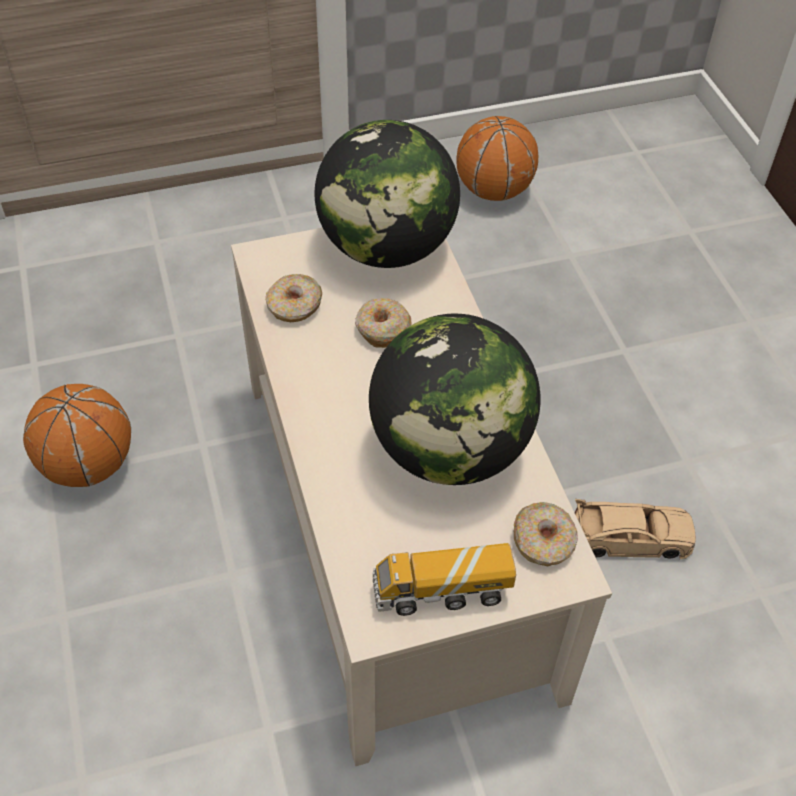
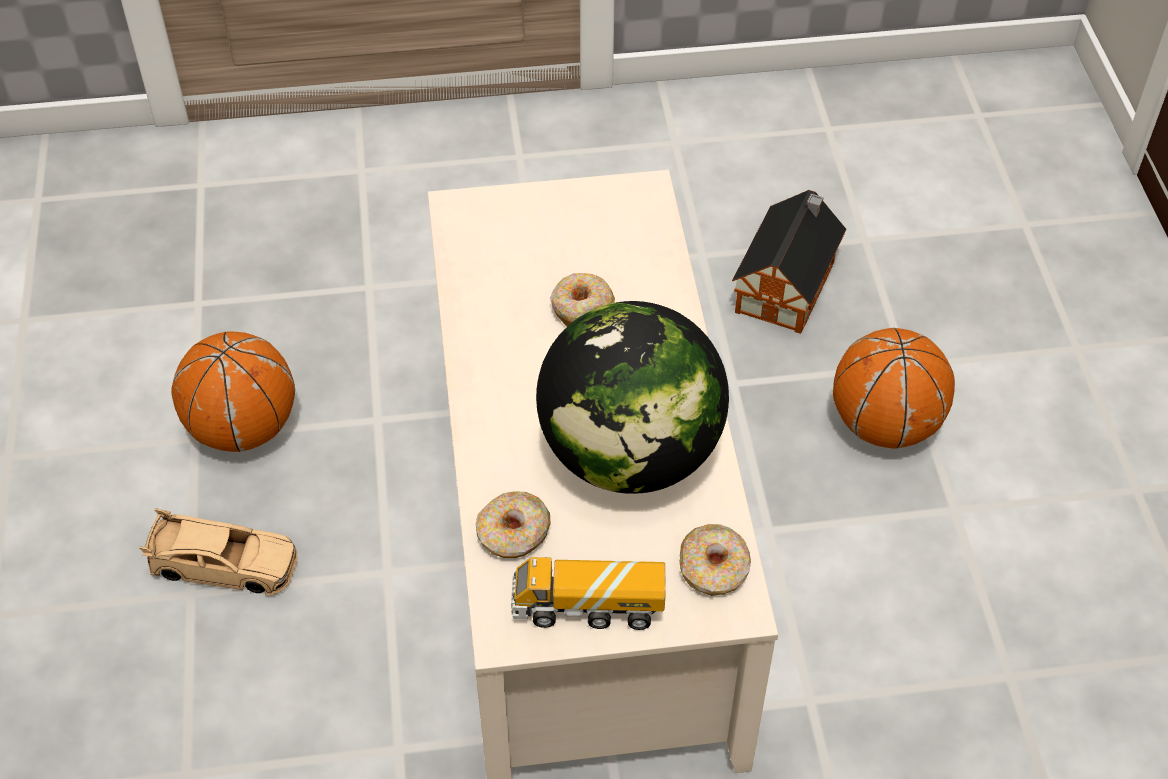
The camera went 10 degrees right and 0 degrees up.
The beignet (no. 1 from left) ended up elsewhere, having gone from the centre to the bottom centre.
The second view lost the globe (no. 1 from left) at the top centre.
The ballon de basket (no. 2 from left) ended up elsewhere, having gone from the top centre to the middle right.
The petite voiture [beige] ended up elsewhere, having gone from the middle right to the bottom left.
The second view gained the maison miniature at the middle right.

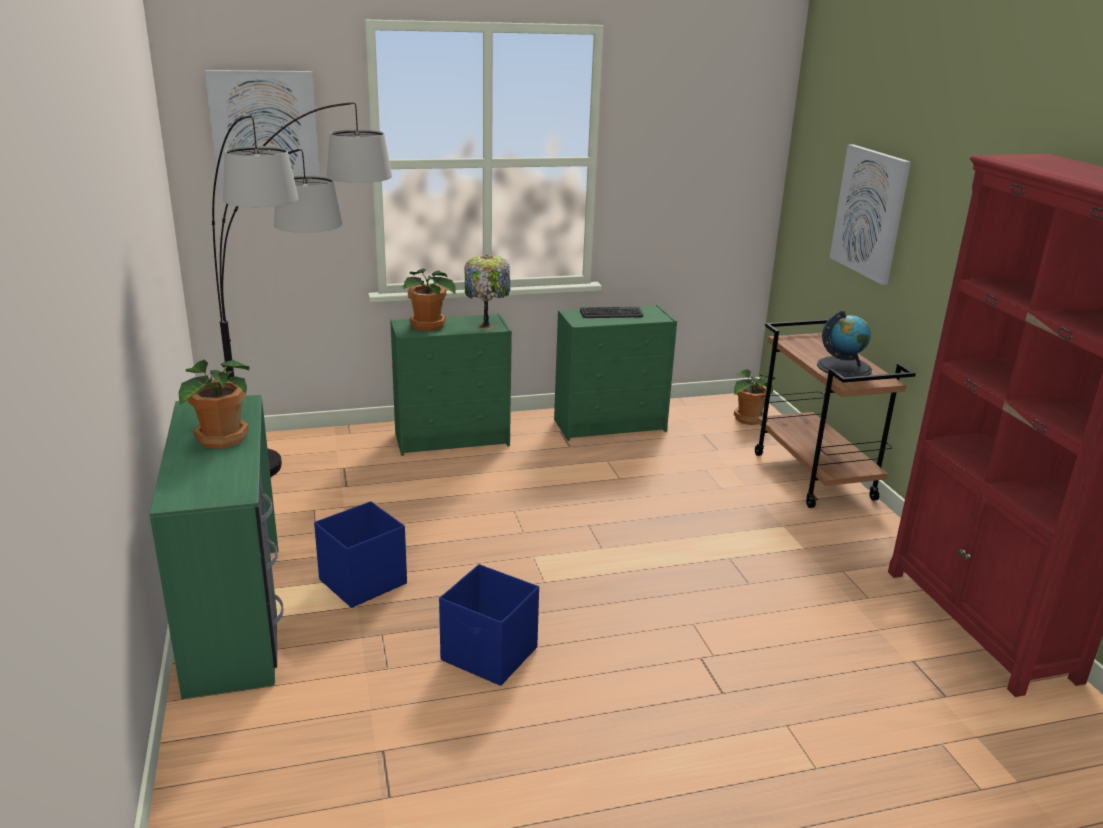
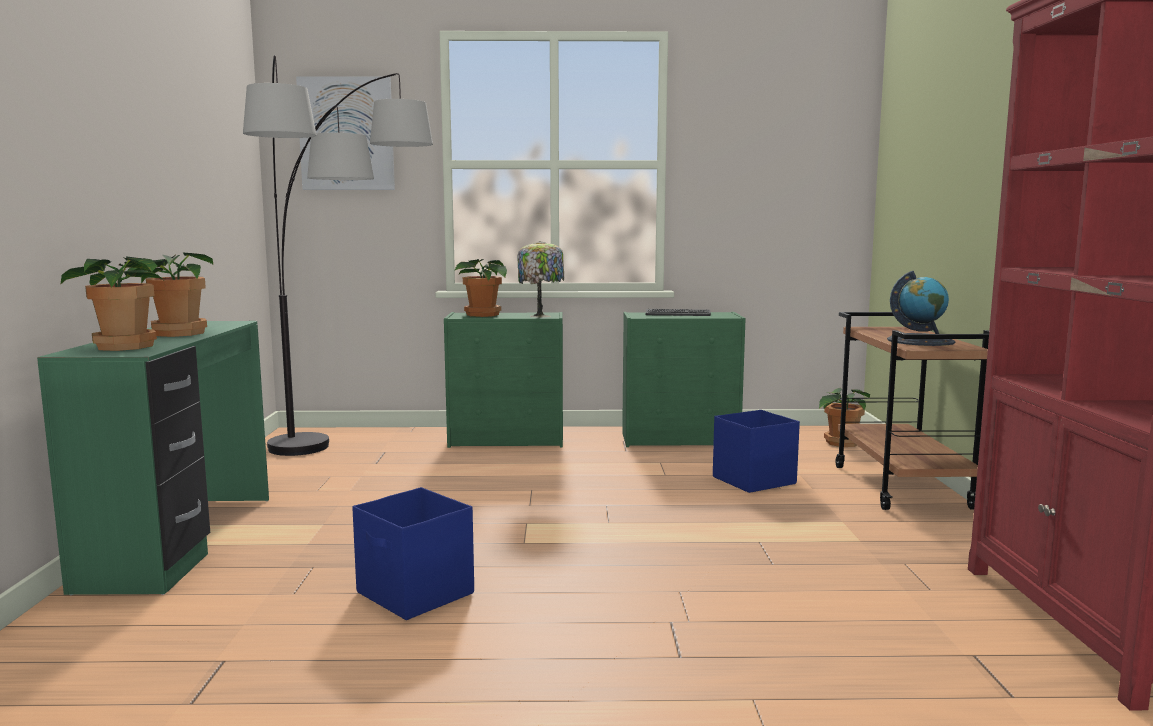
The camera went 15 degrees right and 15 degrees down.
The boîte de rangement [bleu] (no. 1 from left in the first image) ended up elsewhere, having gone from the bottom left to the centre.
The second view lost the tableau (no. 2 from left) at the top right.
The second view gained the plante en pot (no. 1 from left) at the middle left.

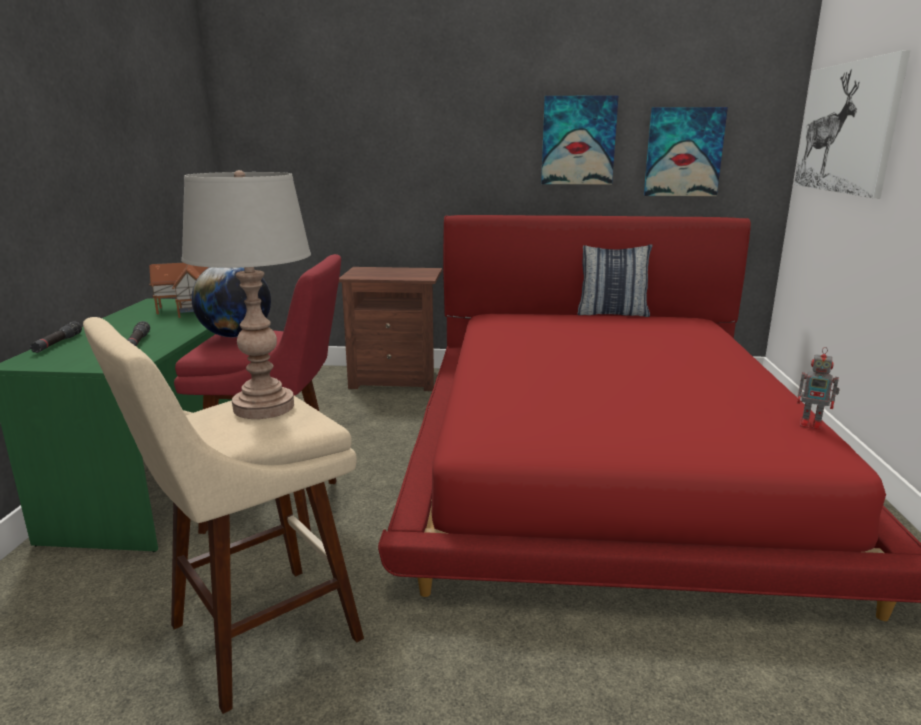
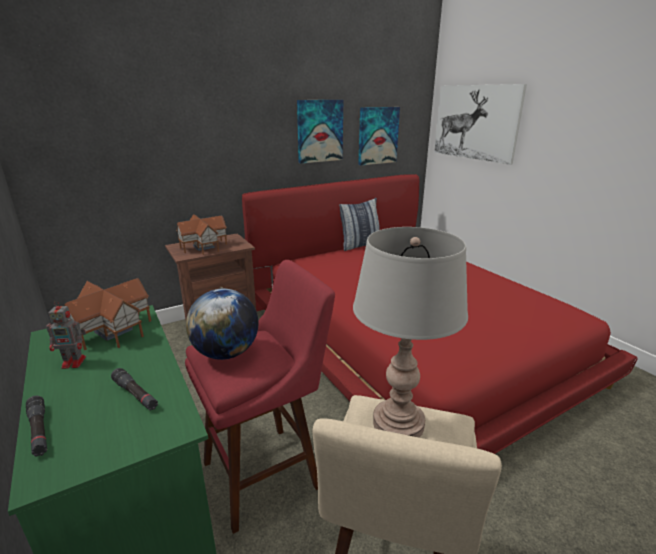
The camera went 35 degrees left and 5 degrees up.
The robot jouet ended up elsewhere, having gone from the middle right to the middle left.
The second view gained the maison miniature (no. 2 from left) at the middle left.

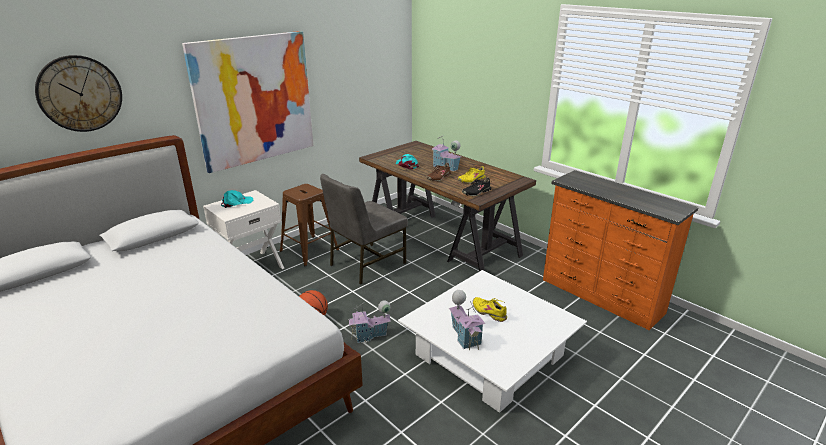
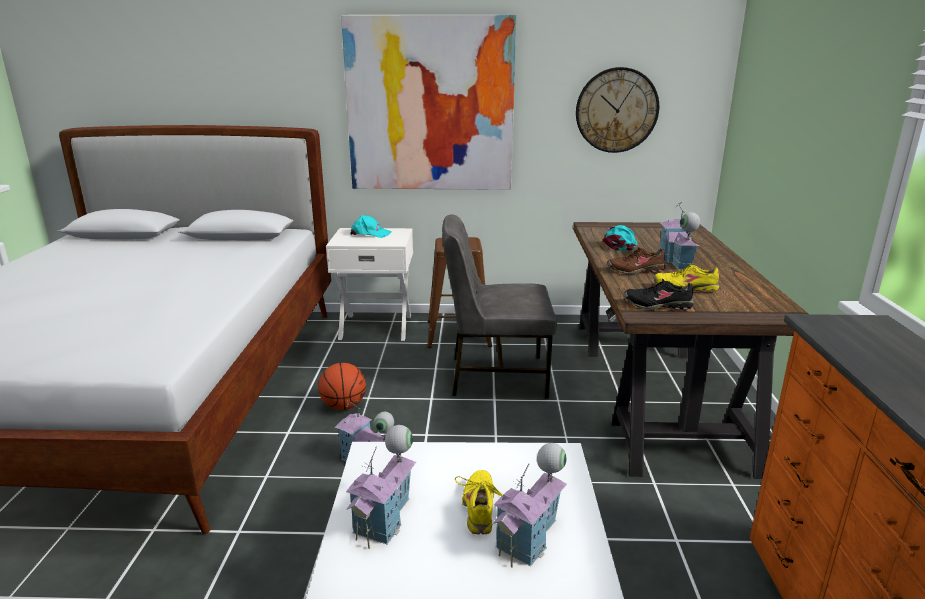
The camera went 45 degrees right and 5 degrees down.
The horloge murale ended up elsewhere, having gone from the top left to the top right.
The second view gained the maison miniature (no. 3 from left) at the bottom centre.

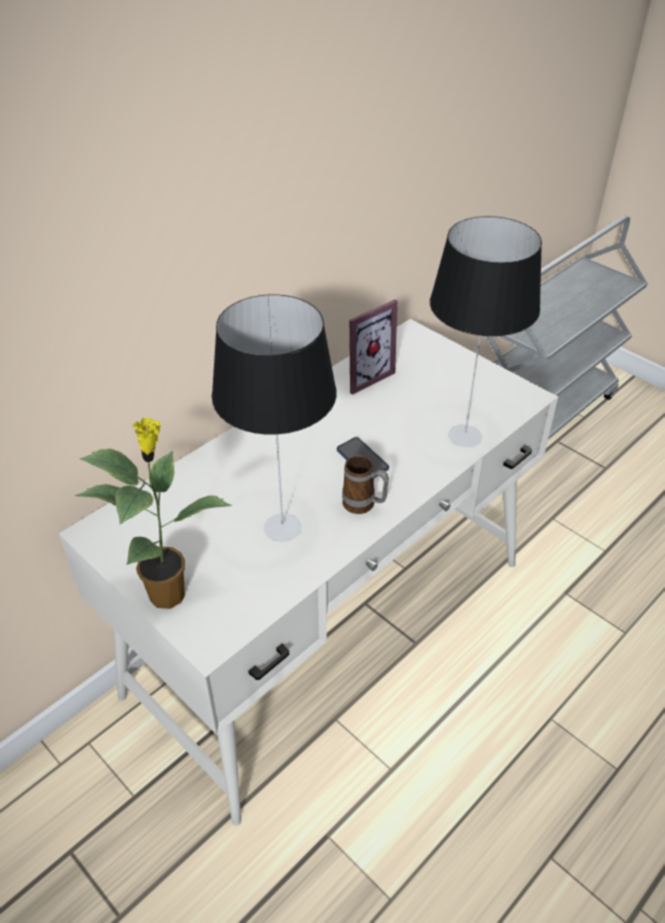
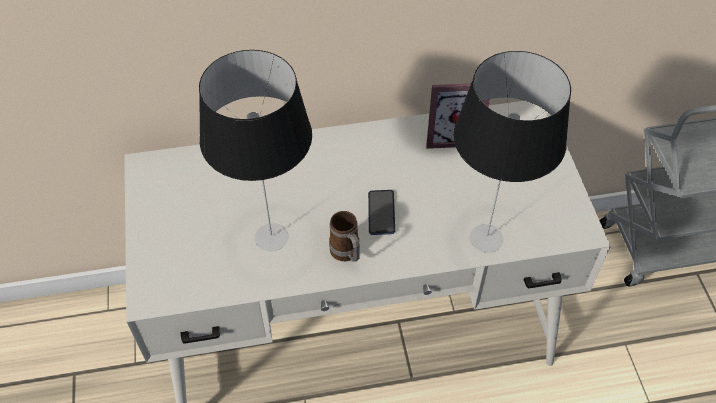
The camera went 35 degrees right and 10 degrees up.
The second view lost the plante en pot at the middle left.

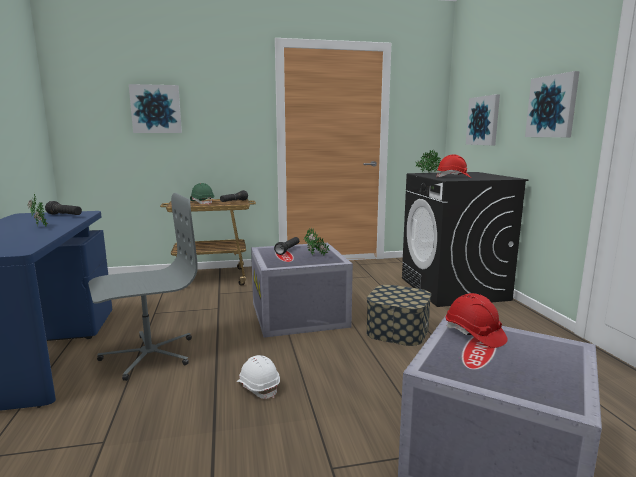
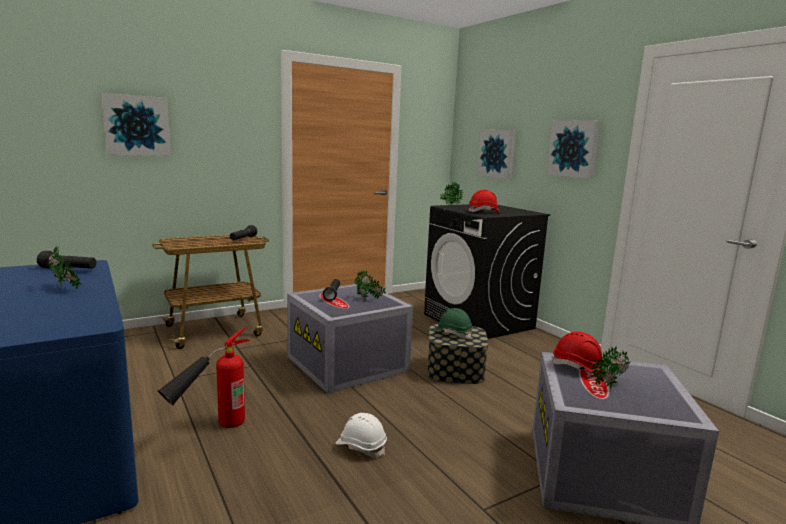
The camera went 20 degrees left and 0 degrees up.
Where the chaise de bureau [gris] stood at the middle left, the extincteur came to stand at the bottom left.
The casque de chantier [vert] ended up elsewhere, having gone from the middle left to the centre.
The second view gained the plante en pot (no. 4 from left) at the bottom right.

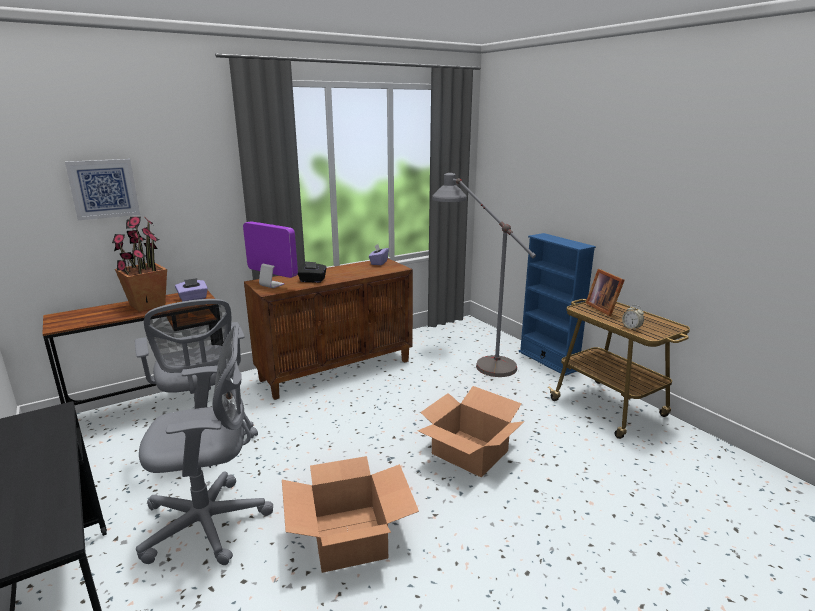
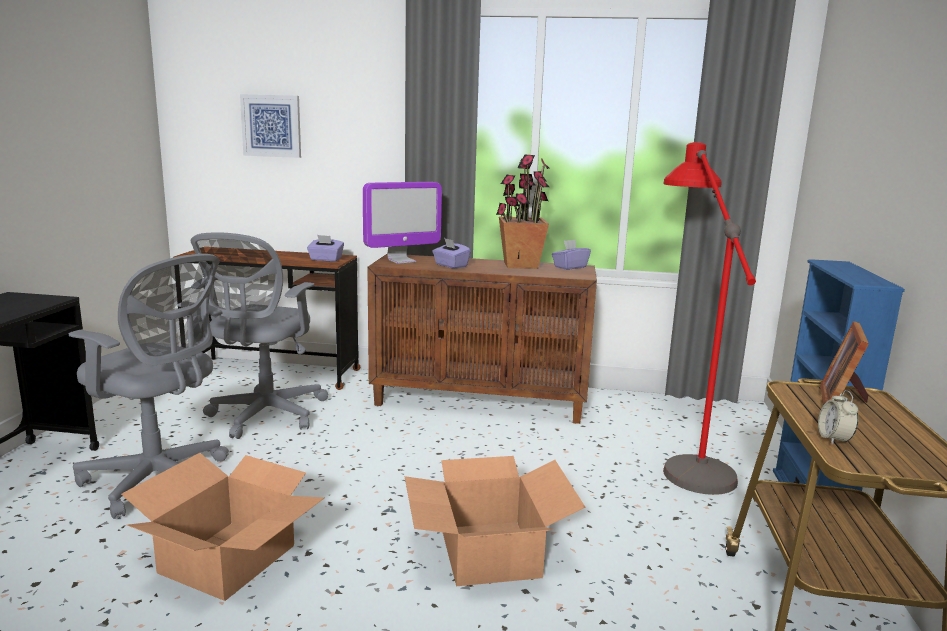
The camera went 40 degrees right and 5 degrees down.
The plante en pot ended up elsewhere, having gone from the middle left to the centre.
The écran d'ordinateur at the middle left ended up facing another way, 75 degrees clockwise from before.
What was the boîte à mouchoirs [noir] at the centre turned into the boîte à mouchoirs [violet] (no. 2 from left) at the centre.
What was the lampadaire [gris] at the centre turned into the lampadaire [rouge] at the middle right.

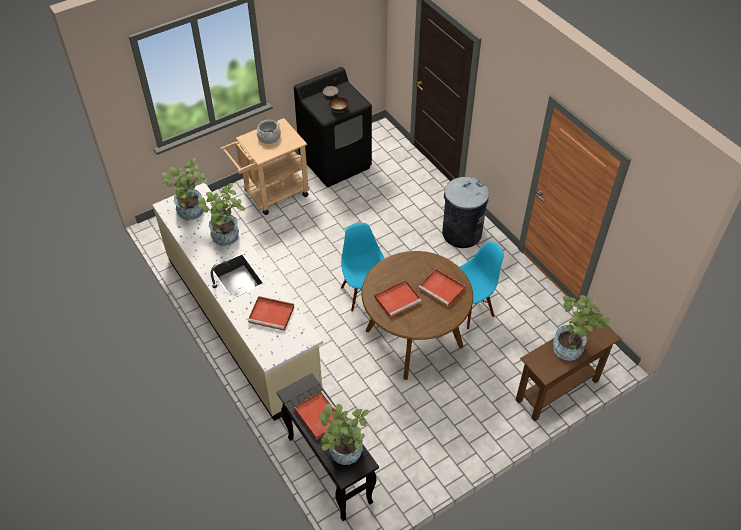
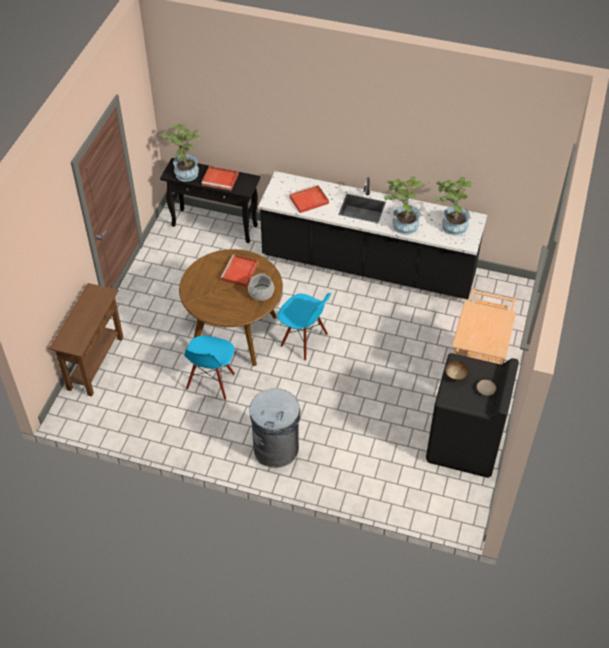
The camera went 140 degrees right and 0 degrees up.
What was the comptoir de cuisine [beige] at the middle left turned into the comptoir de cuisine [noir] at the centre.
The marmite ended up elsewhere, having gone from the top centre to the centre.
The second view lost the plateau [rouge] (no. 4 from left) at the centre.
The second view lost the plante en pot (no. 4 from left) at the middle right.

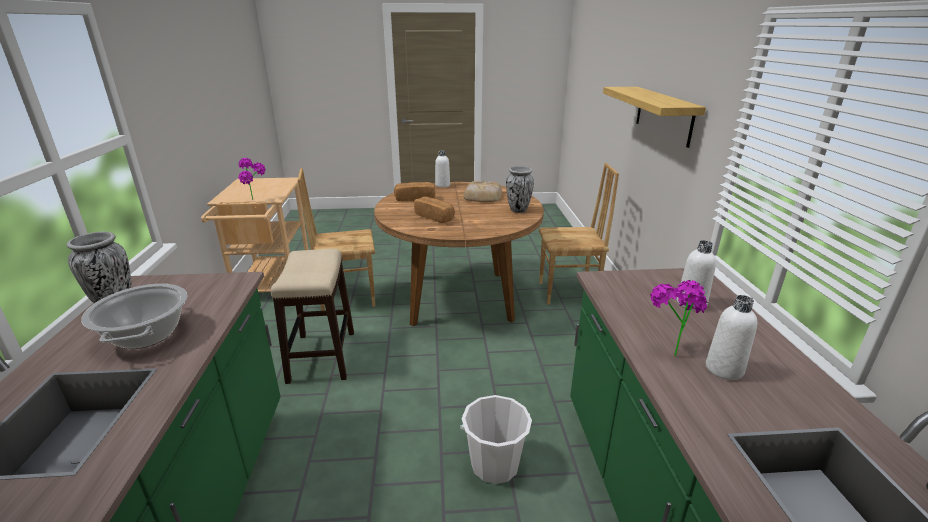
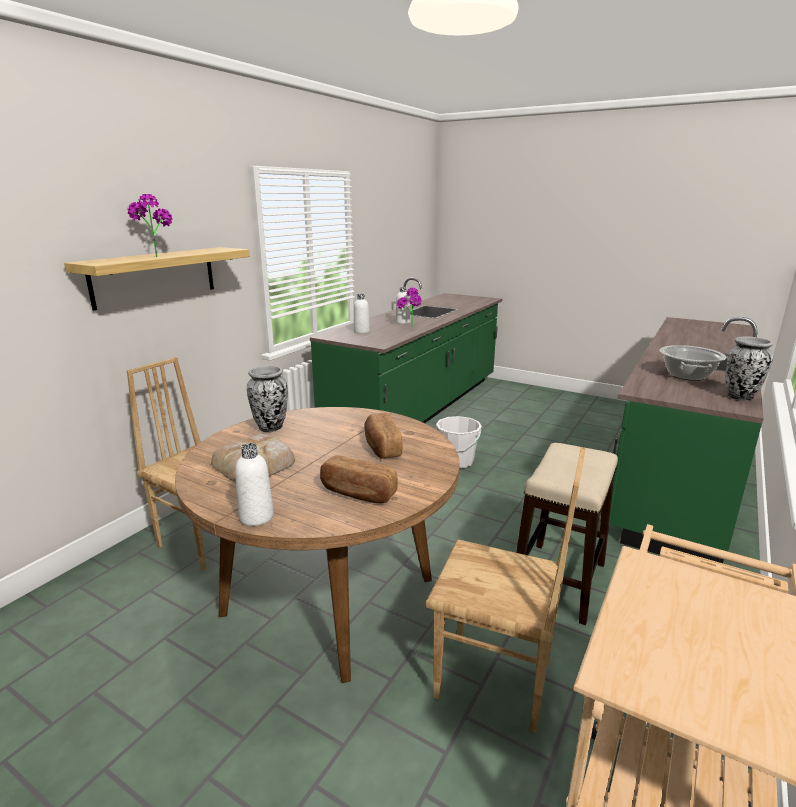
The camera went 145 degrees left and 5 degrees down.
The plante en pot (no. 1 from left) ended up elsewhere, having gone from the middle left to the top left.

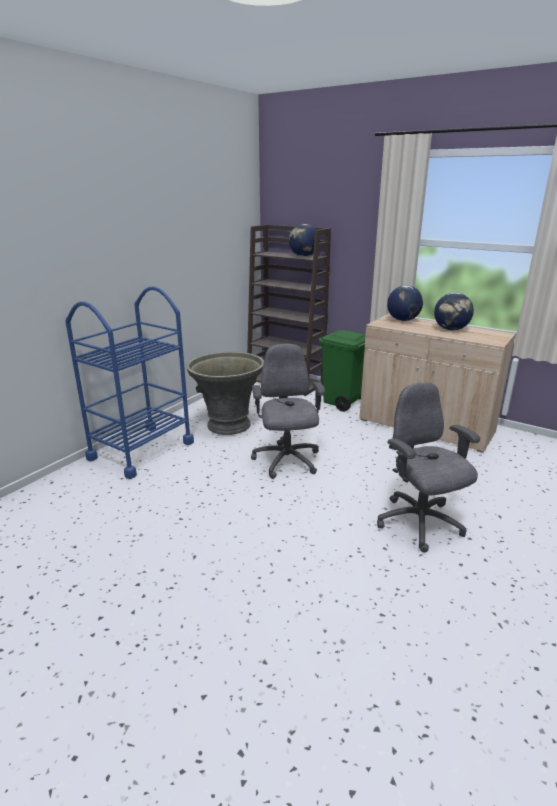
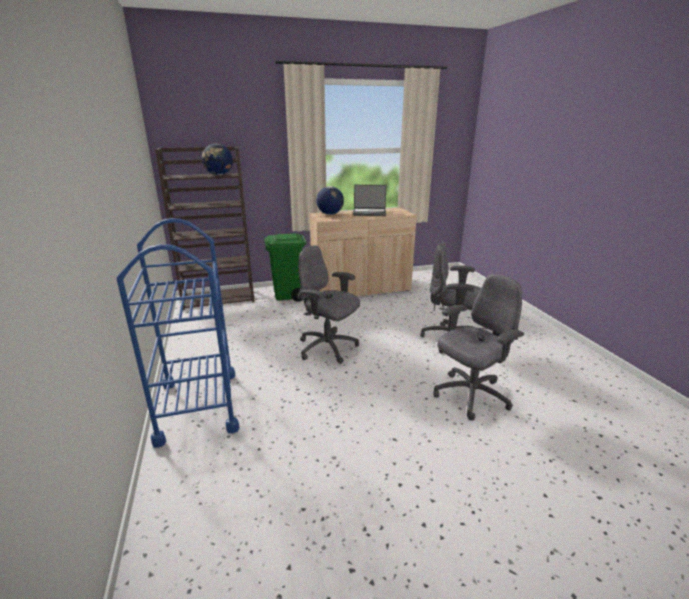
The camera went 50 degrees left and 0 degrees up.
The second view lost the cache-pot [gris] at the centre.
Where the globe (no. 3 from left) stood at the middle right, the ordinateur portable came to stand at the centre.
The second view gained the chaise de bureau [gris] (no. 3 from left) at the middle right.

